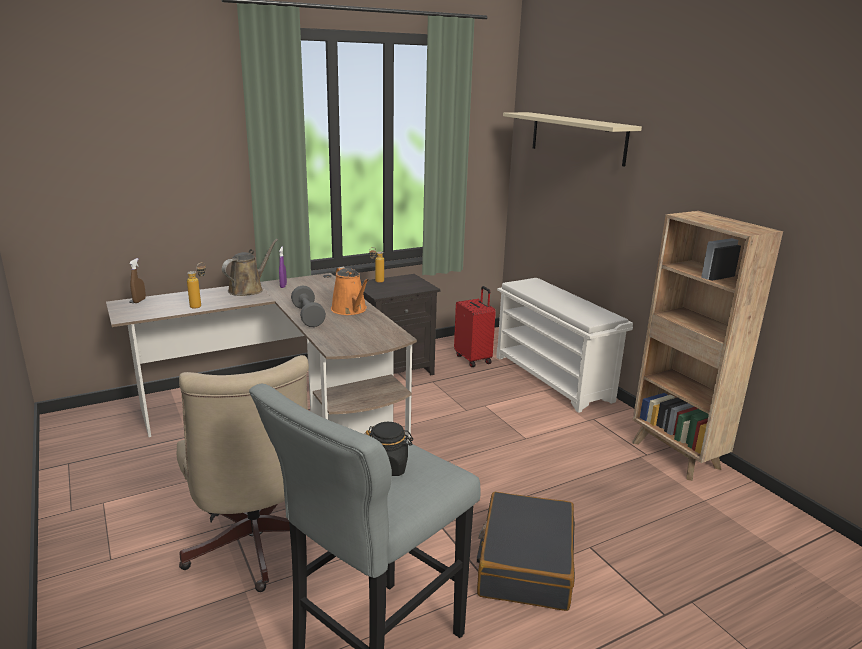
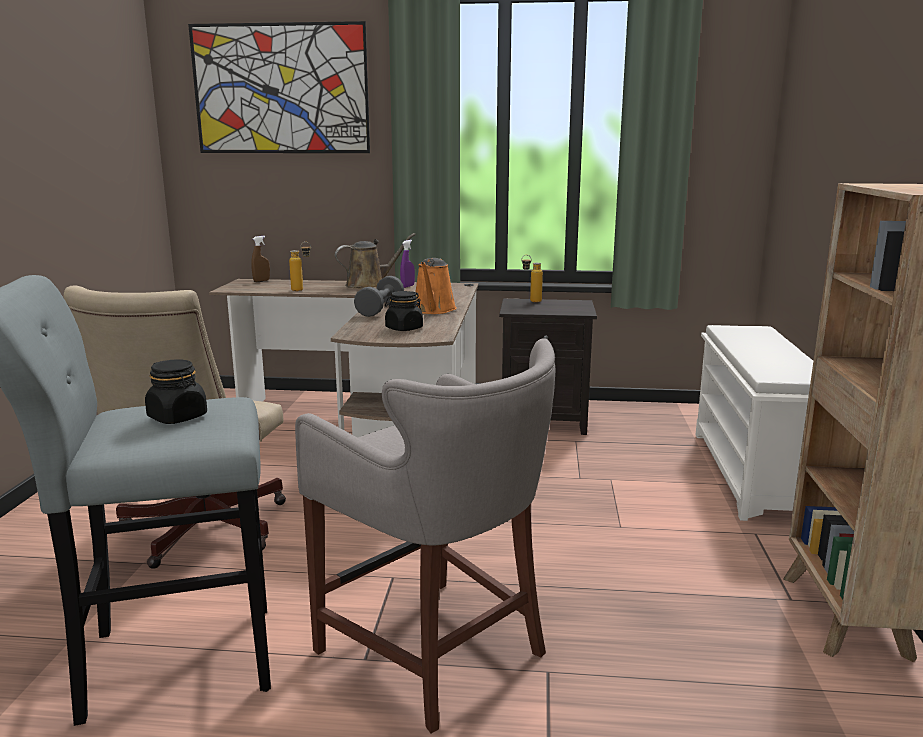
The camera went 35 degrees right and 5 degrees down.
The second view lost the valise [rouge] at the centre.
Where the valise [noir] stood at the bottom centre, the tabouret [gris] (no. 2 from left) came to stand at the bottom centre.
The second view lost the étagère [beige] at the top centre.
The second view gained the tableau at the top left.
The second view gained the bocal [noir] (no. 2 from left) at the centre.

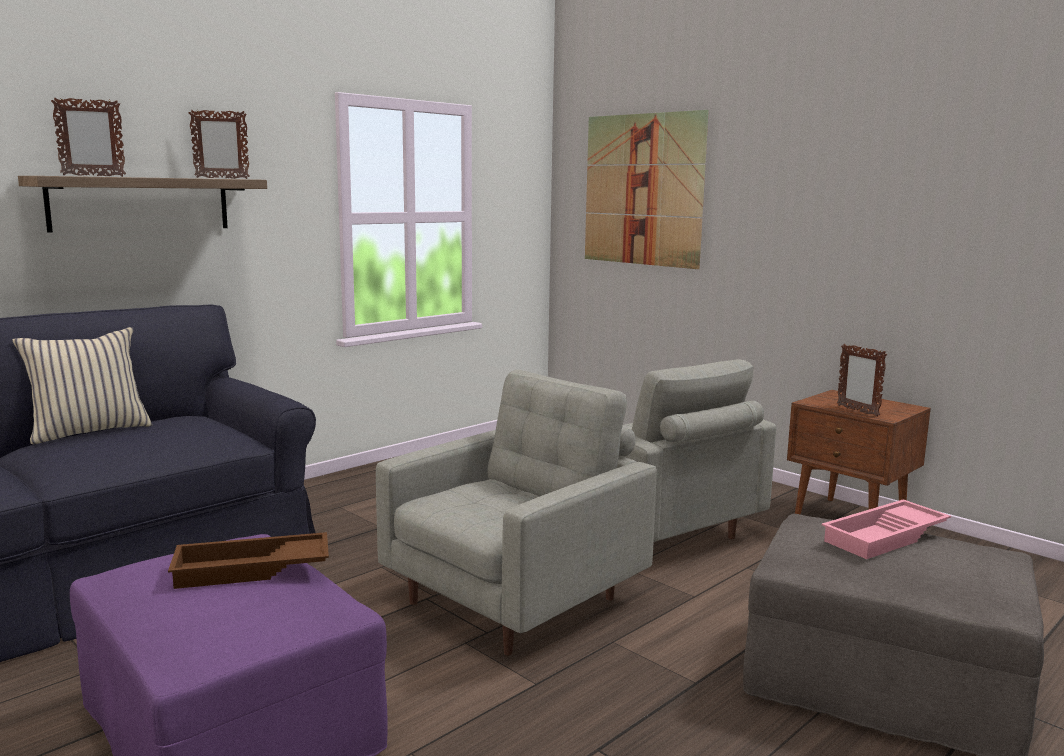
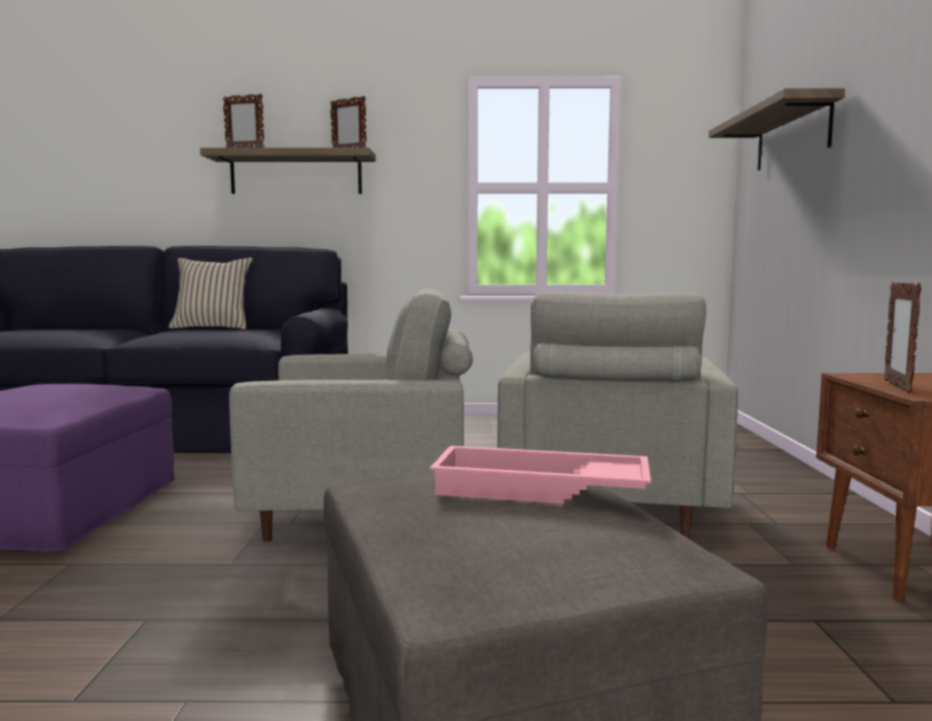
The camera went 45 degrees right and 5 degrees down.
The second view lost the plateau [marron] at the bottom left.
Where the tableau hung at the top centre, the étagère (no. 2 from left) came to hang at the top right.

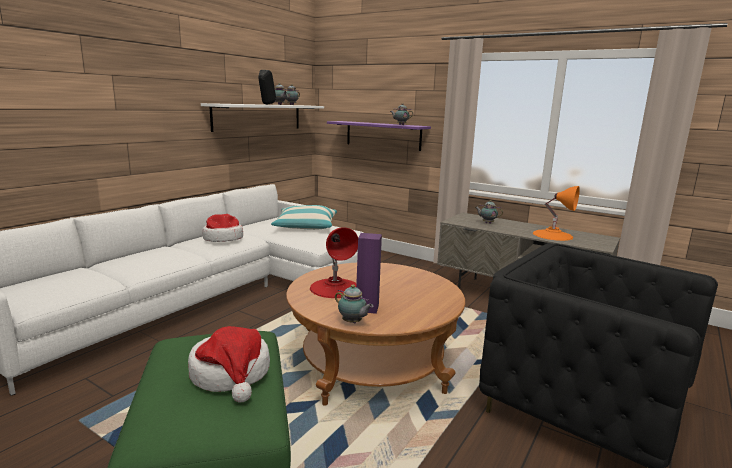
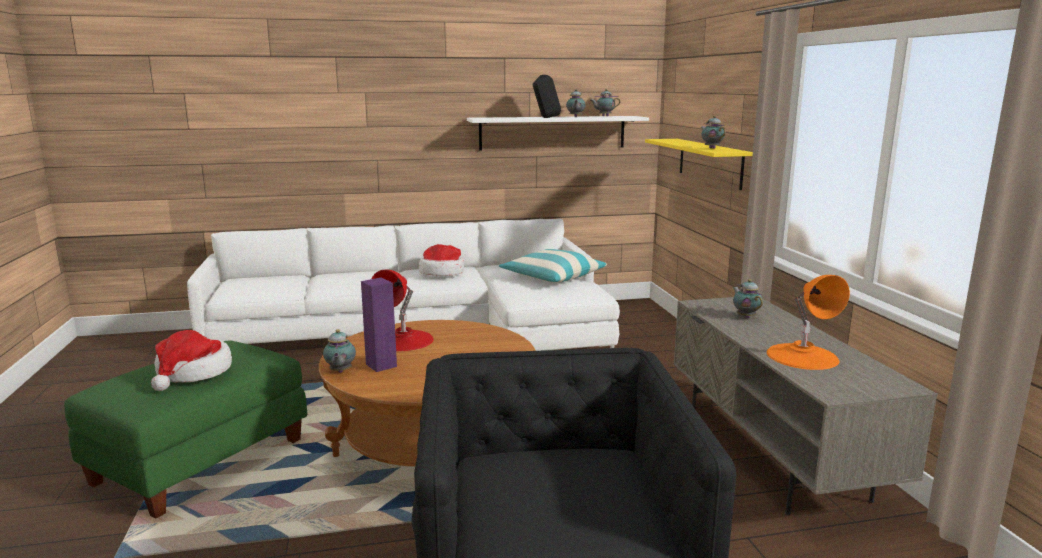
The camera went 45 degrees right and 0 degrees up.
What was the étagère [violet] at the top centre turned into the étagère [jaune] at the top right.

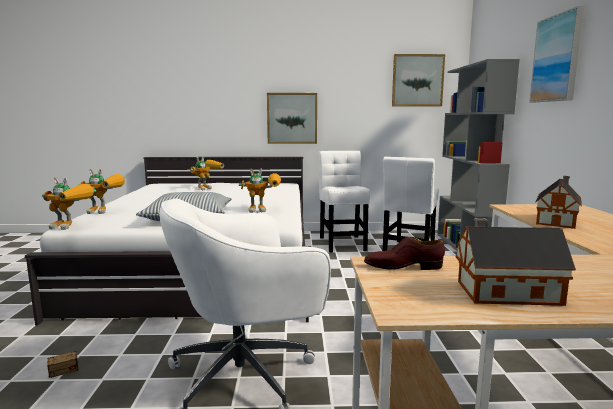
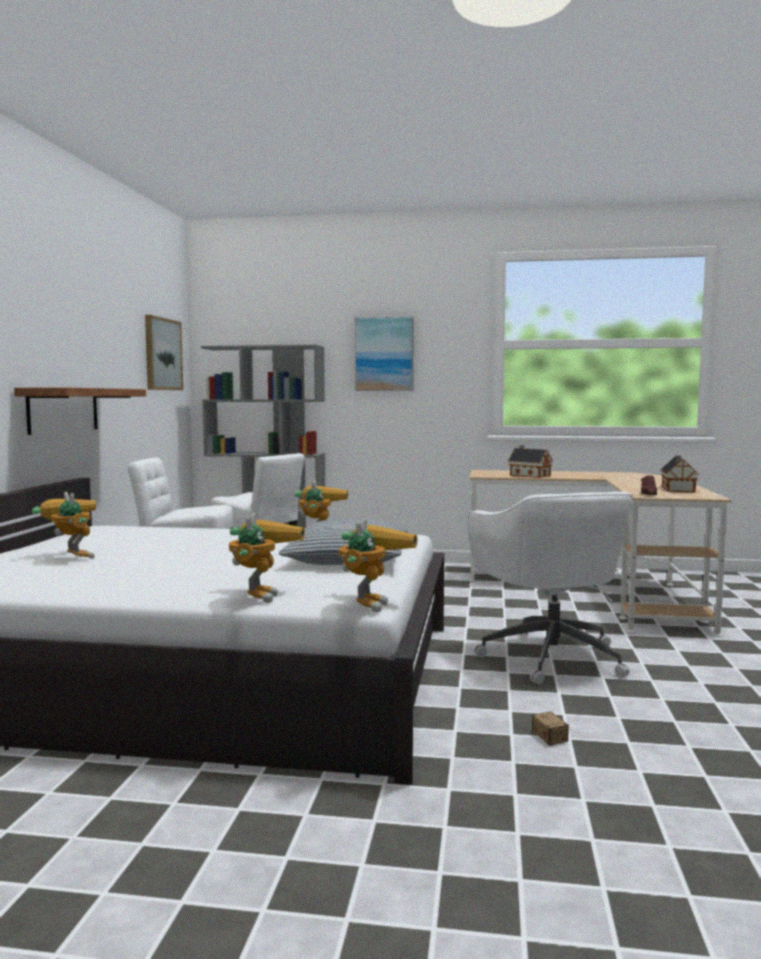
The camera went 80 degrees left and 5 degrees down.
Where the tableau (no. 1 from left) hung at the top centre, the étagère came to hang at the middle left.

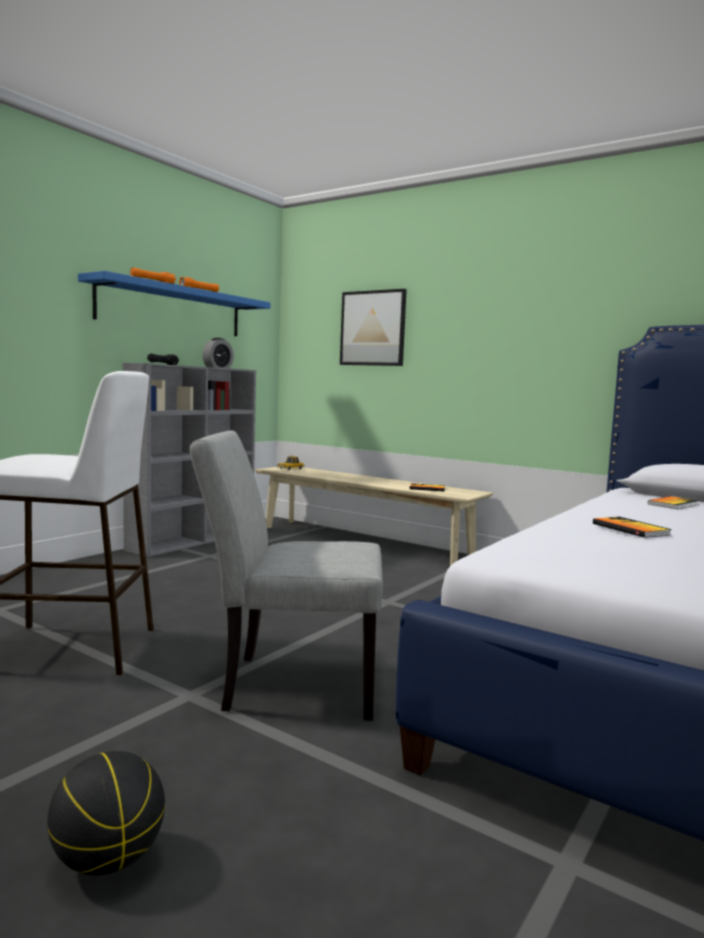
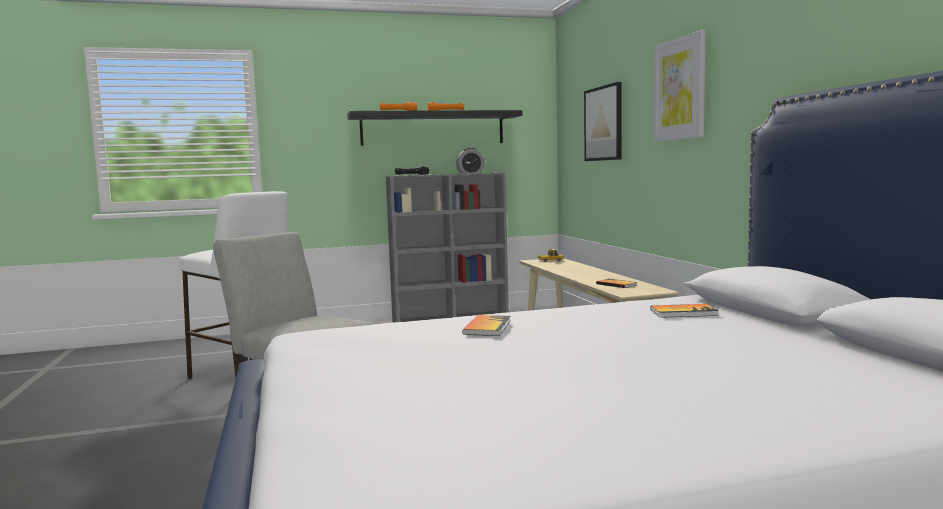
The camera went 40 degrees right and 0 degrees up.
The second view lost the ballon de basket at the bottom left.
What was the étagère [bleu] at the top left turned into the étagère [noir] at the top centre.
The second view gained the tableau (no. 2 from left) at the top right.

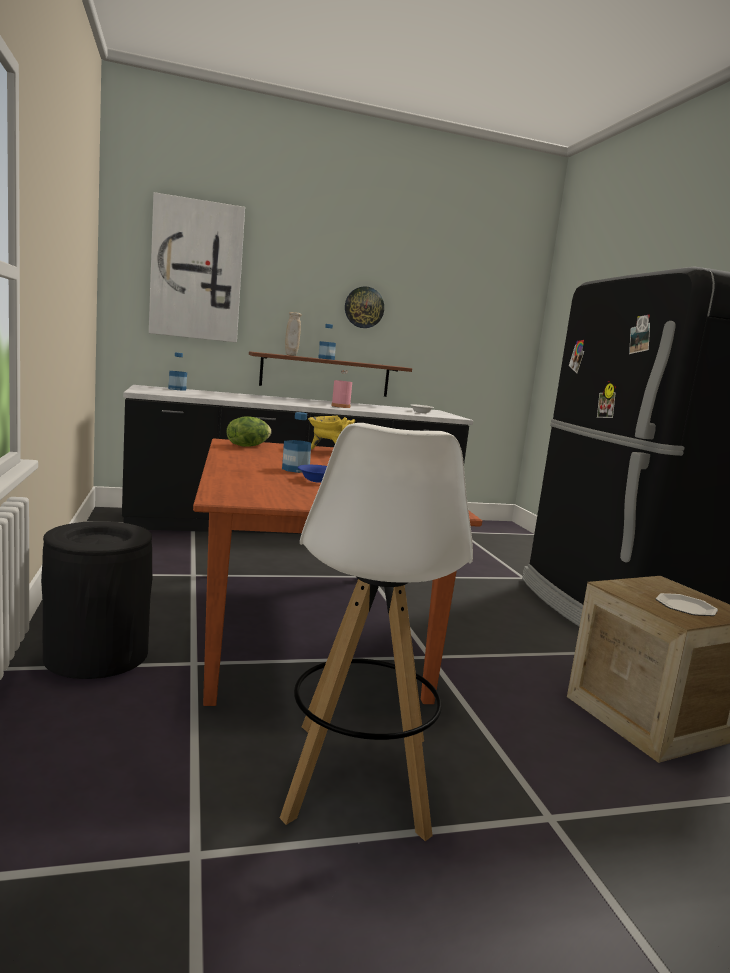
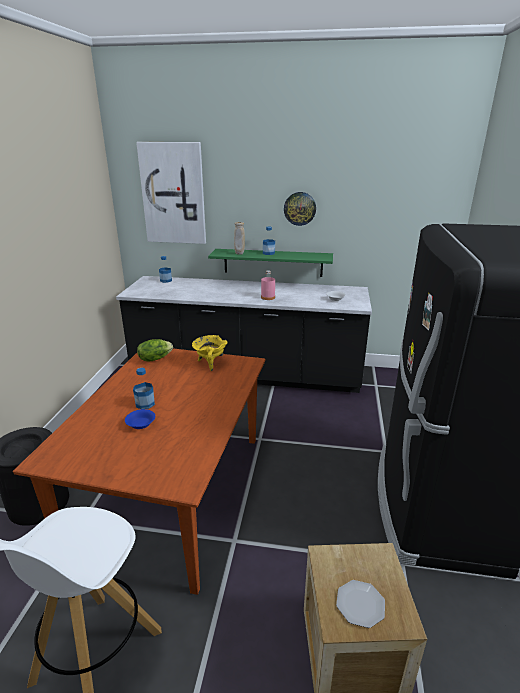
The camera went 25 degrees right and 15 degrees up.
What was the étagère [marron] at the centre turned into the étagère [vert] at the centre.

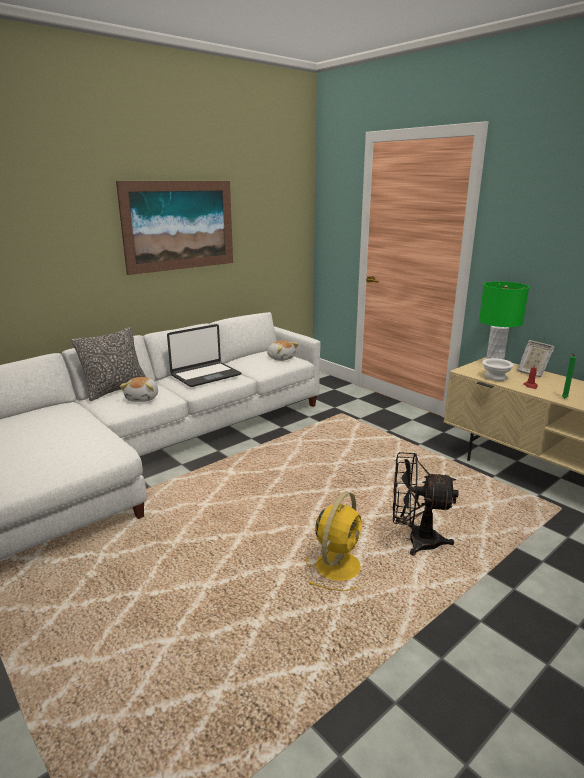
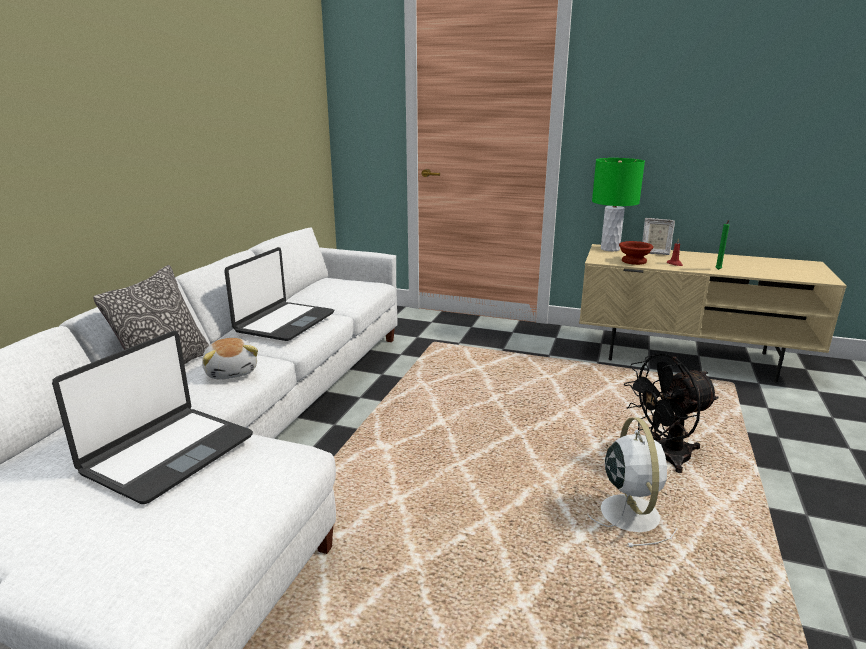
The camera went 30 degrees left and 0 degrees up.
The second view lost the tableau at the top left.
The second view lost the peluche (no. 2 from left) at the centre.
What was the ventilateur [jaune] at the bottom centre turned into the ventilateur [blanc] at the bottom right.
What was the bol [blanc] at the middle right turned into the bol [marron] at the middle right.
The second view gained the ordinateur portable (no. 1 from left) at the middle left.

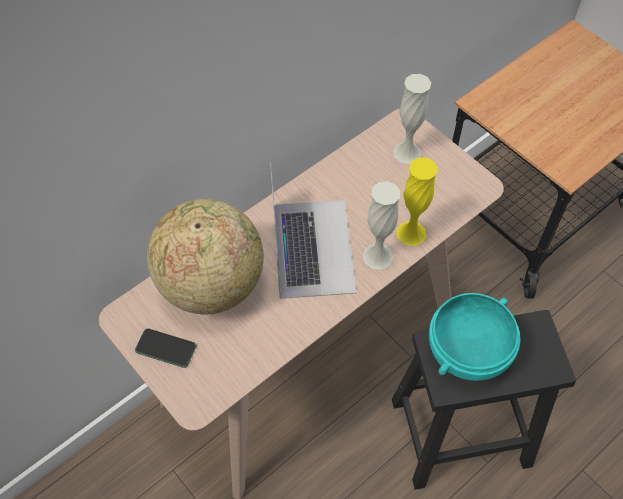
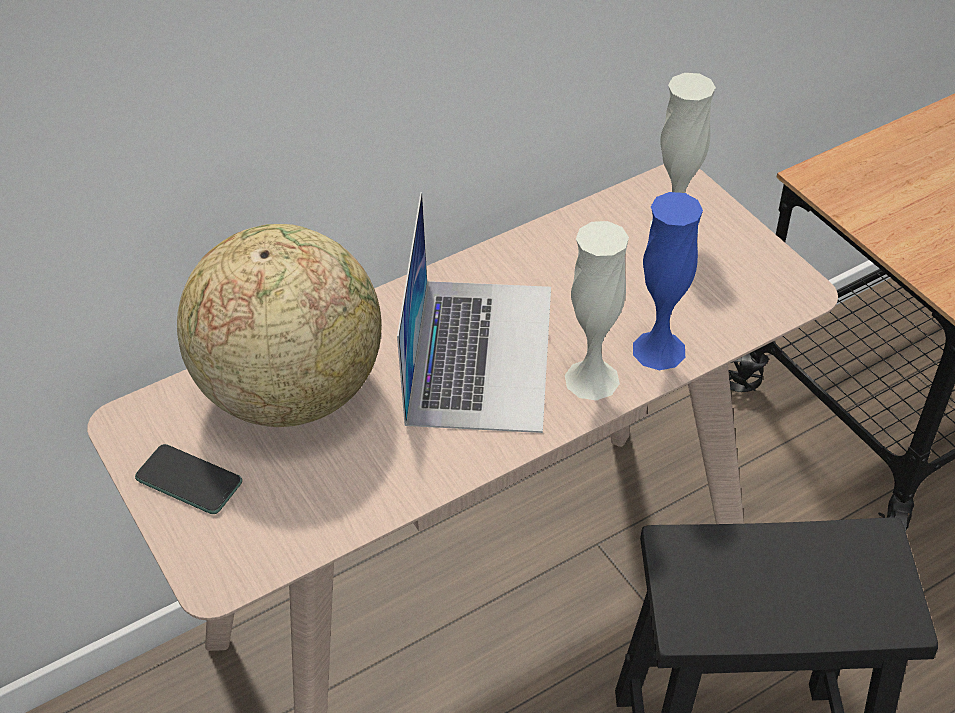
The camera went 10 degrees right and 10 degrees down.
What was the vase [jaune] at the middle right turned into the vase [bleu] at the middle right.
The second view lost the bol [turquoise] at the bottom right.

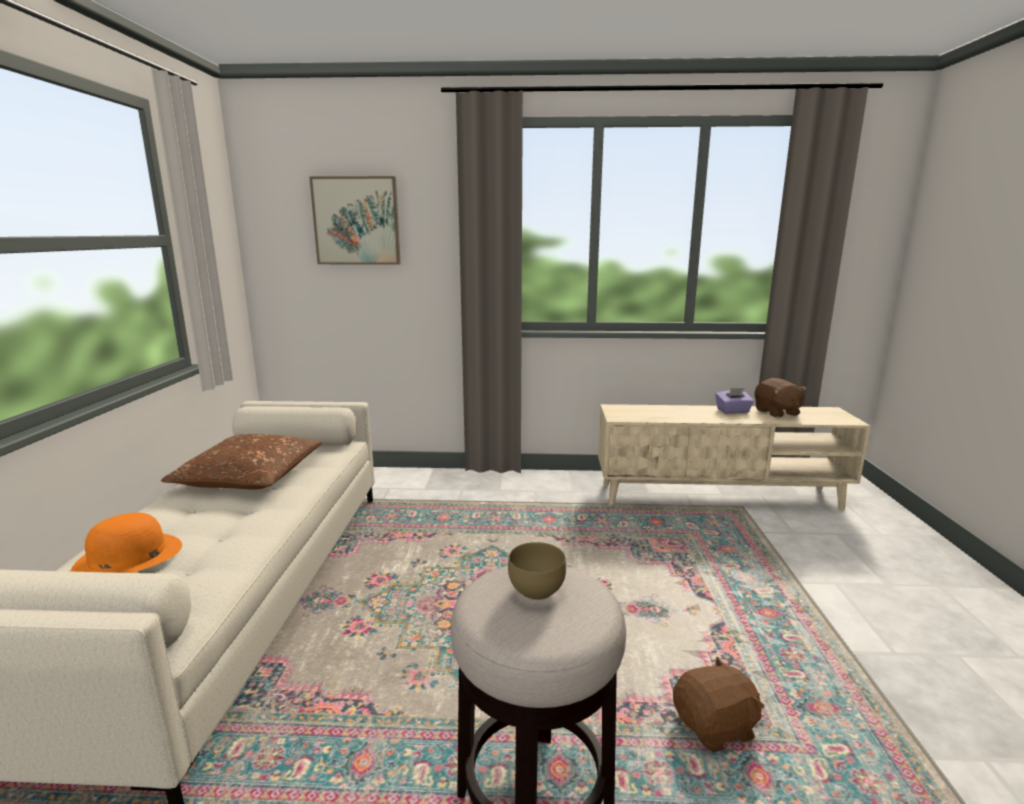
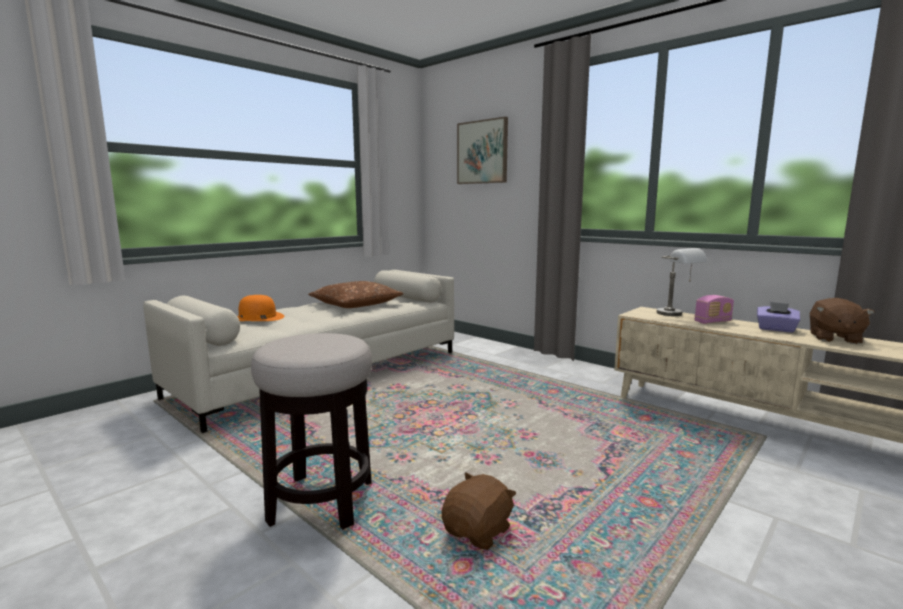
The camera went 40 degrees right and 5 degrees down.
The second view lost the bol [marron] at the bottom centre.
The peluche [marron] (no. 1 from left) at the bottom right ended up facing another way, 75 degrees counterclockwise from before.
The second view gained the lampe de table [gris] at the middle right.
The second view gained the radio at the middle right.

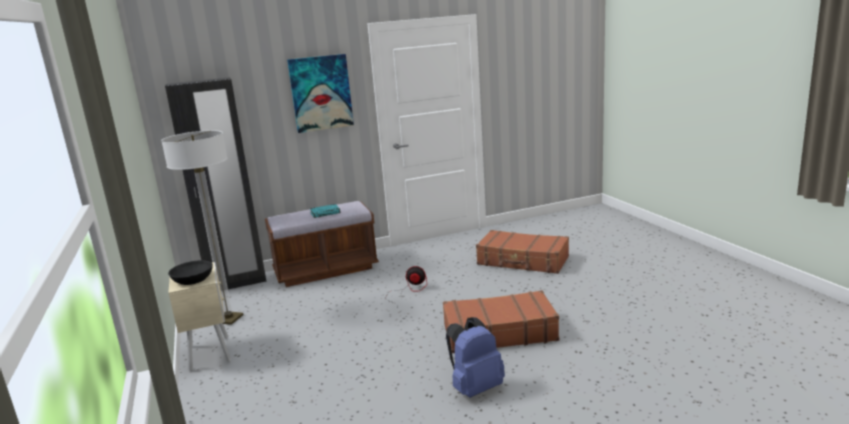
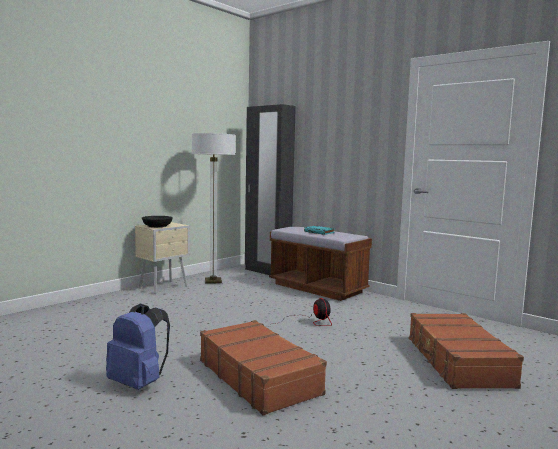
The camera went 60 degrees right and 10 degrees down.
The second view lost the tableau at the top centre.

